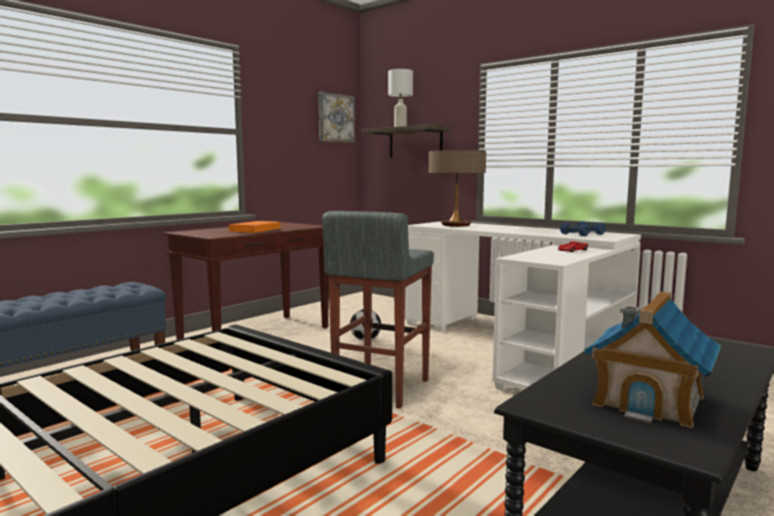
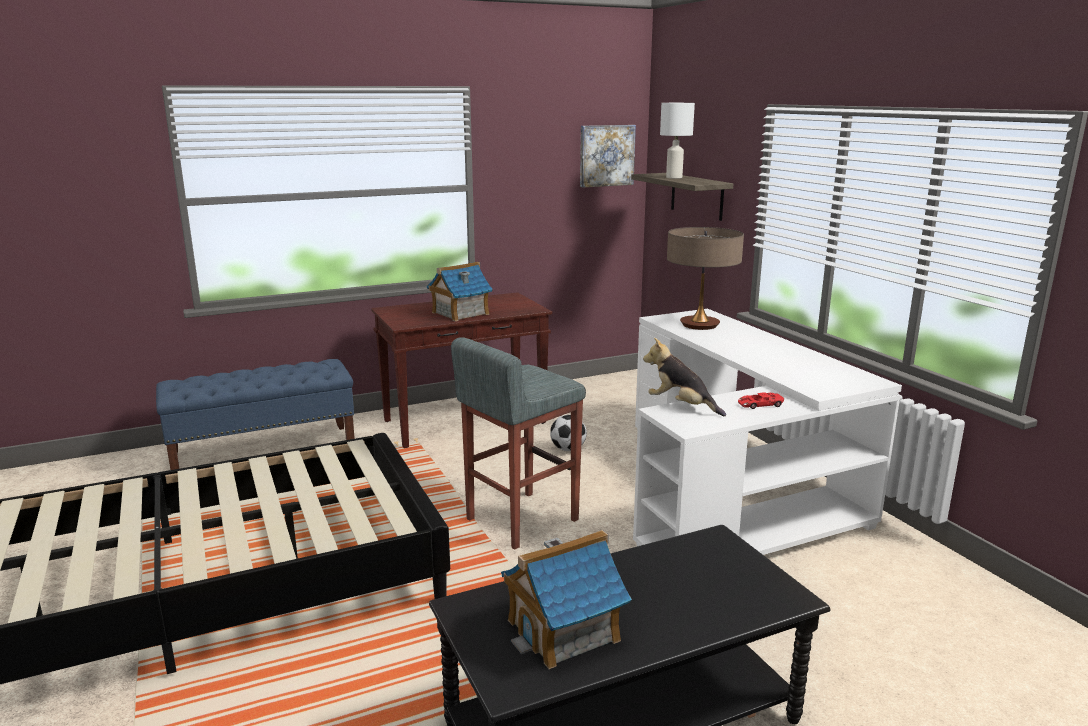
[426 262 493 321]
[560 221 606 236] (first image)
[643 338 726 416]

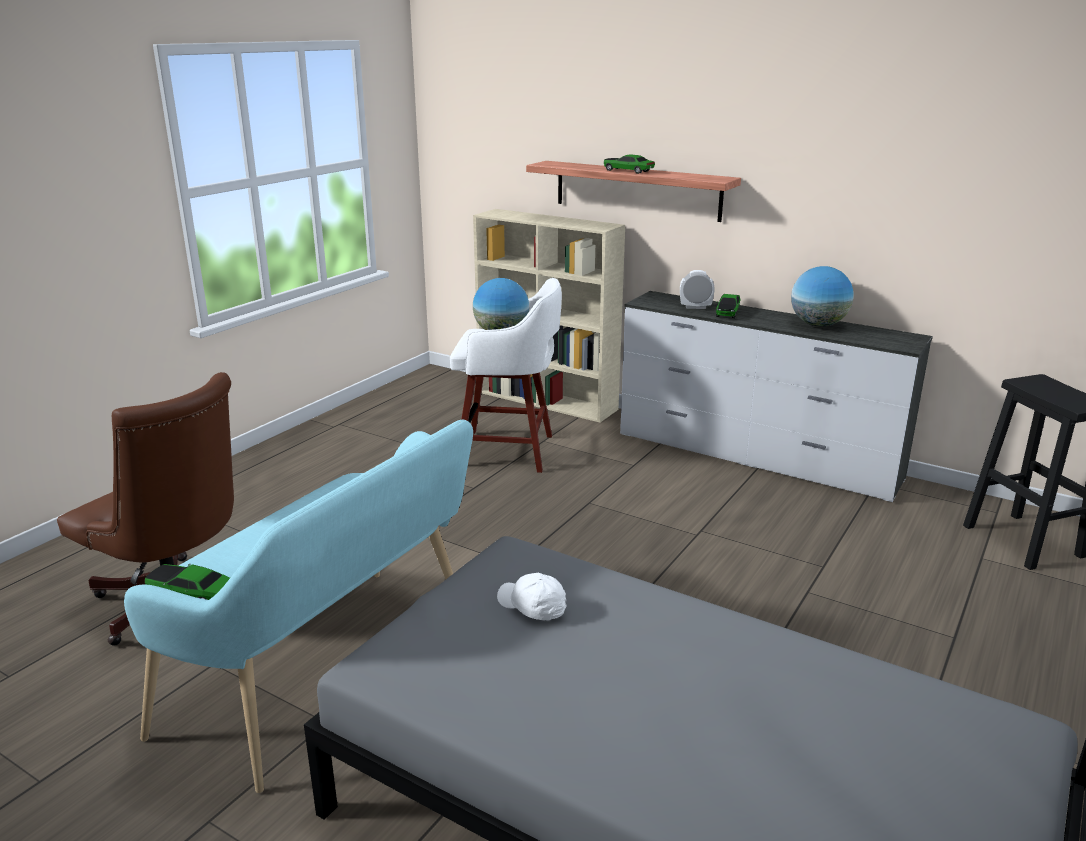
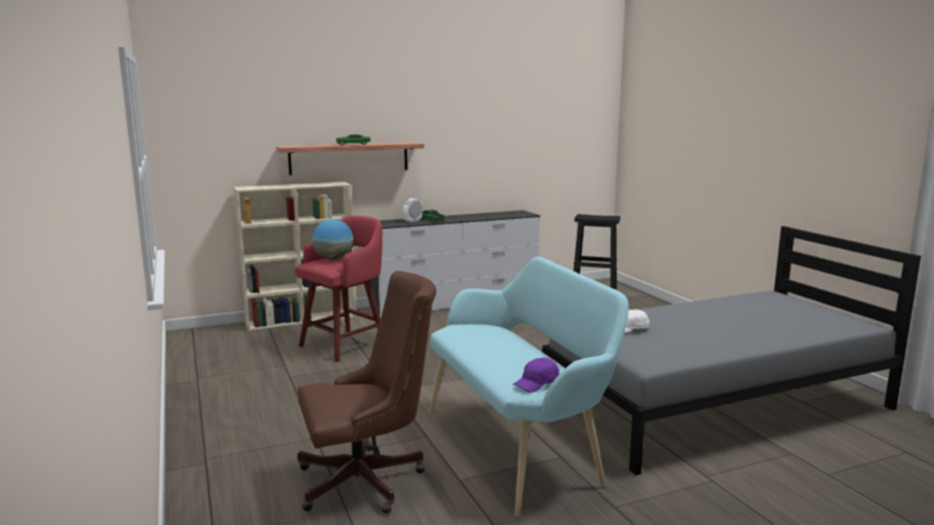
[791 266 854 327] (first image)
[295 216 382 362]
[513 358 560 393]

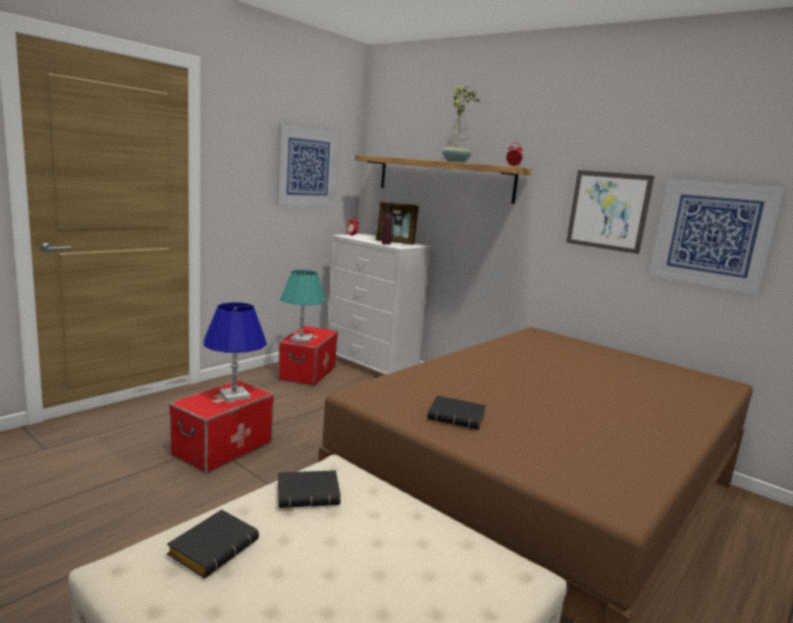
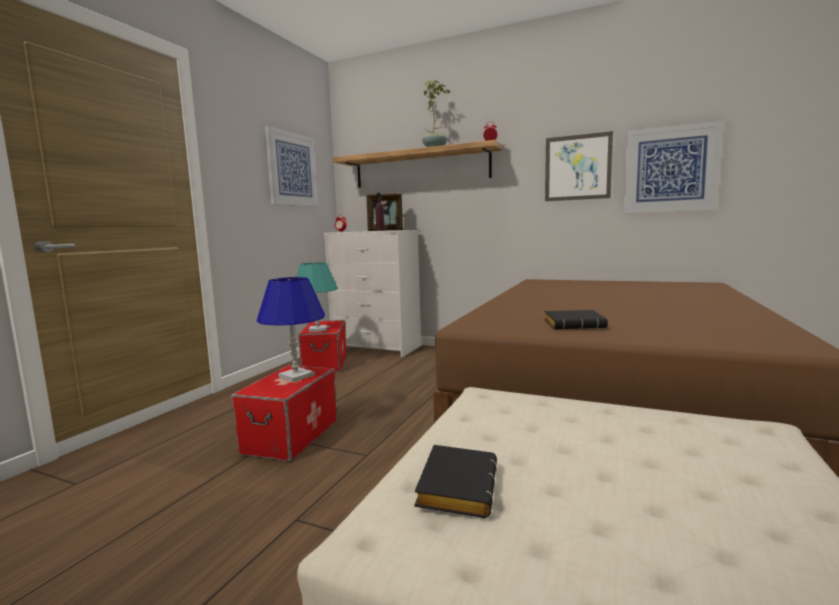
[278 470 341 508] (first image)

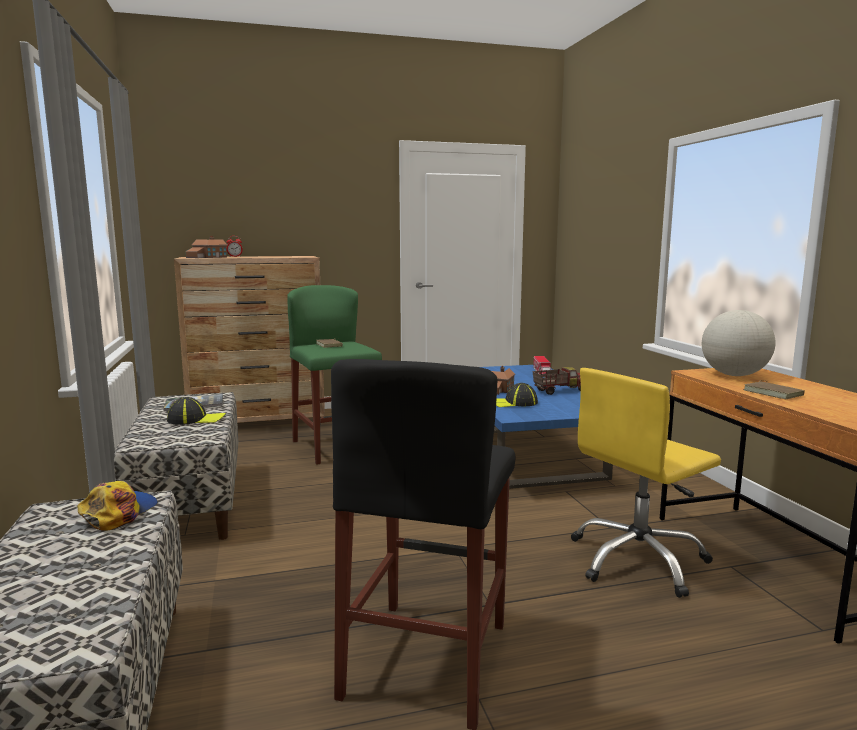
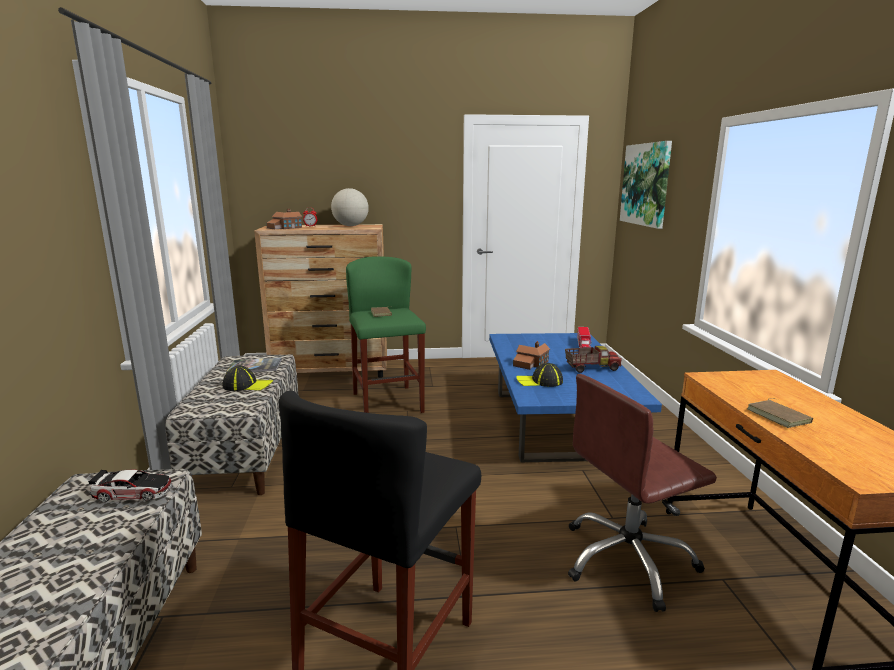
[331 188 369 226]
[568 374 717 612]
[88 470 172 502]
[620 141 672 229]

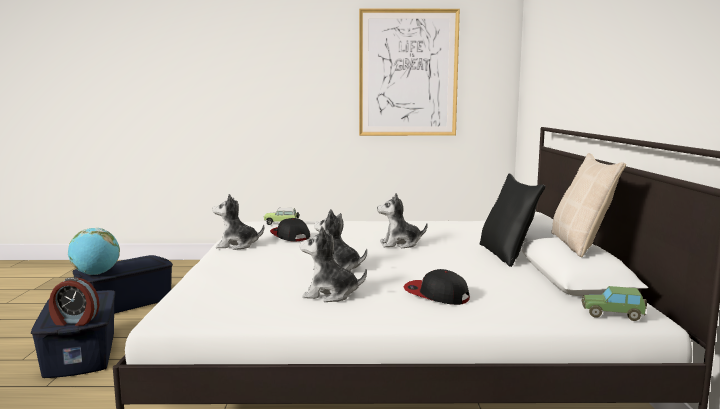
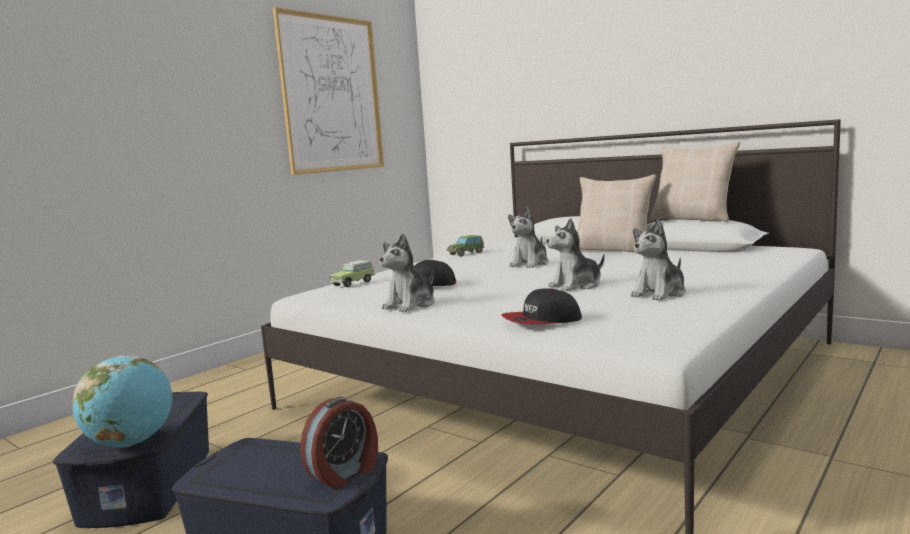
[577 174 656 252]
[501 288 582 325]
[447 235 484 256]

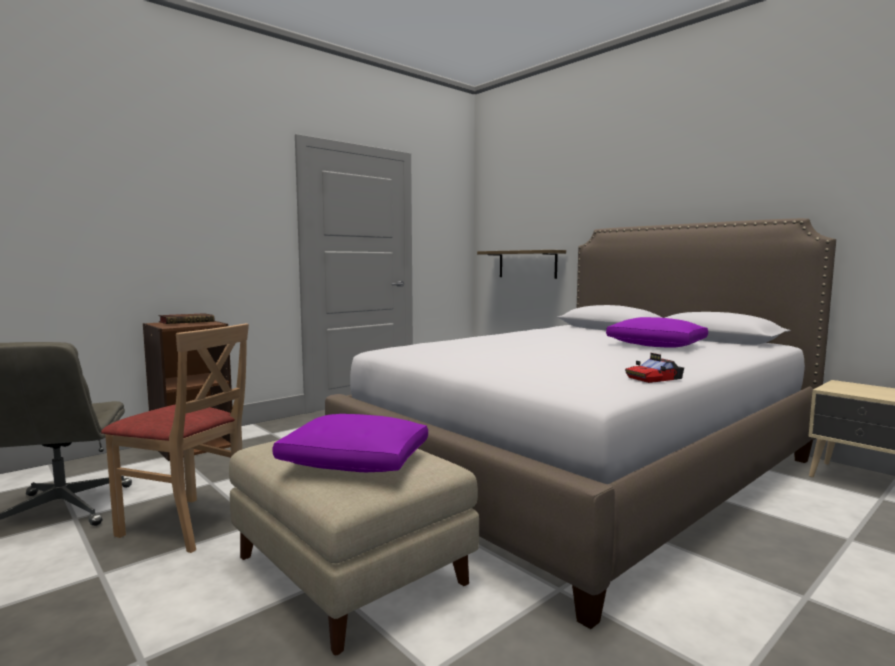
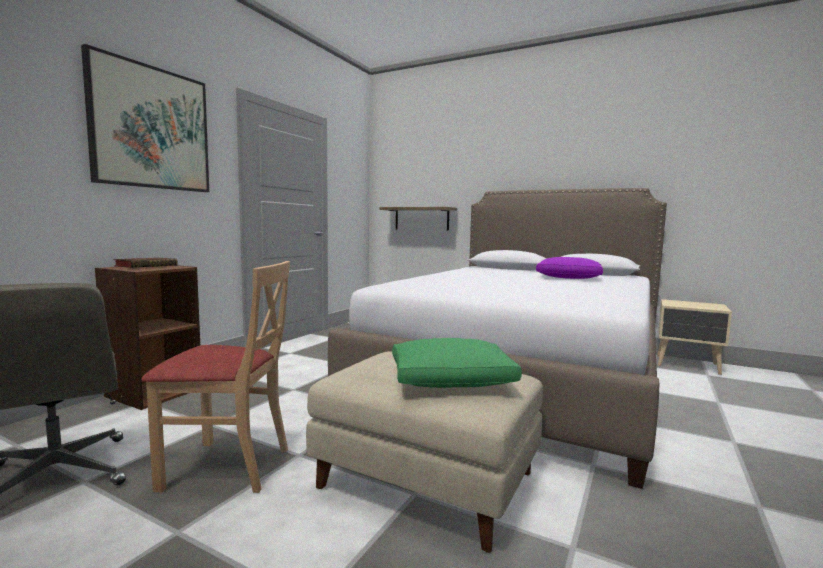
[625 353 684 383] (first image)
[392 338 522 388]
[81 44 209 192]

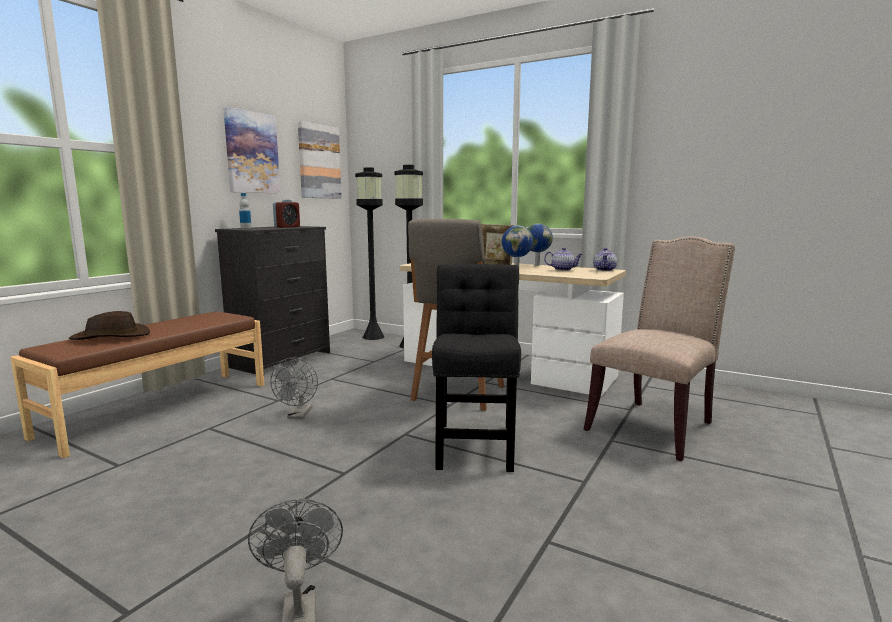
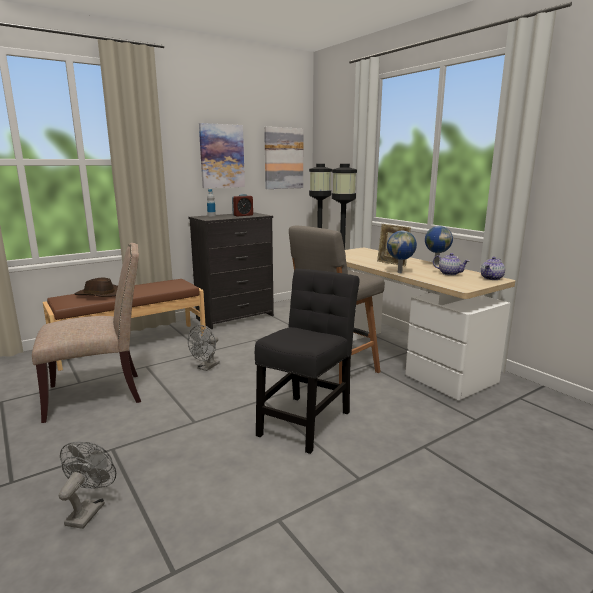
[32 243 141 423]

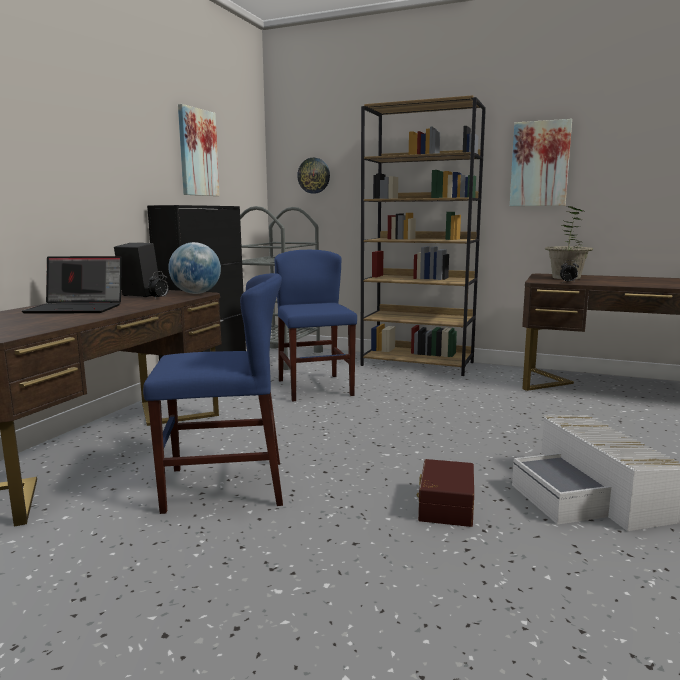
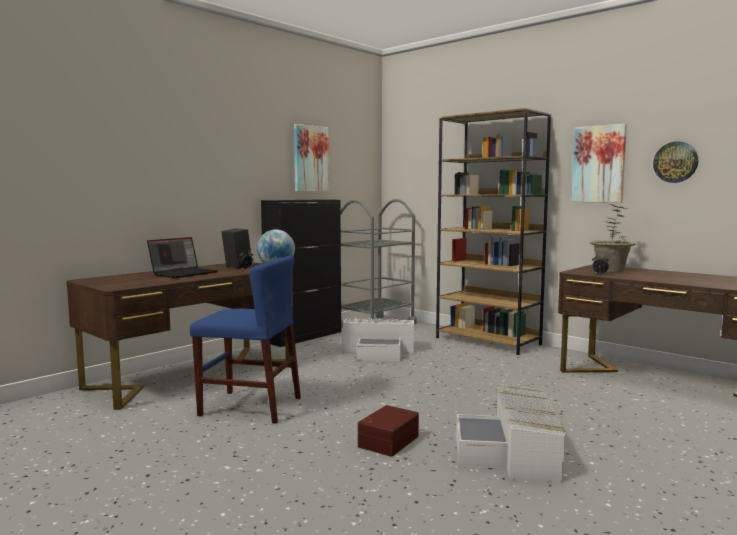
[653 141 698 183]
[343 317 414 361]
[147 237 219 278]

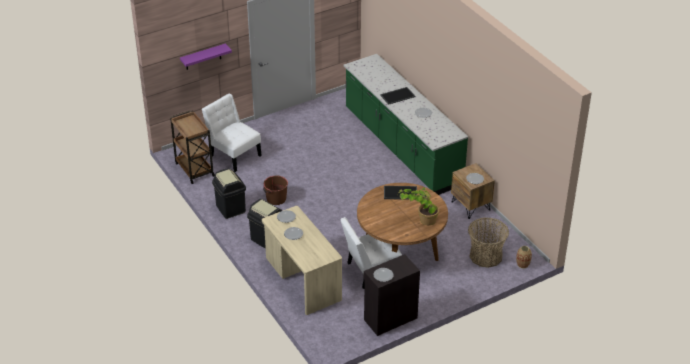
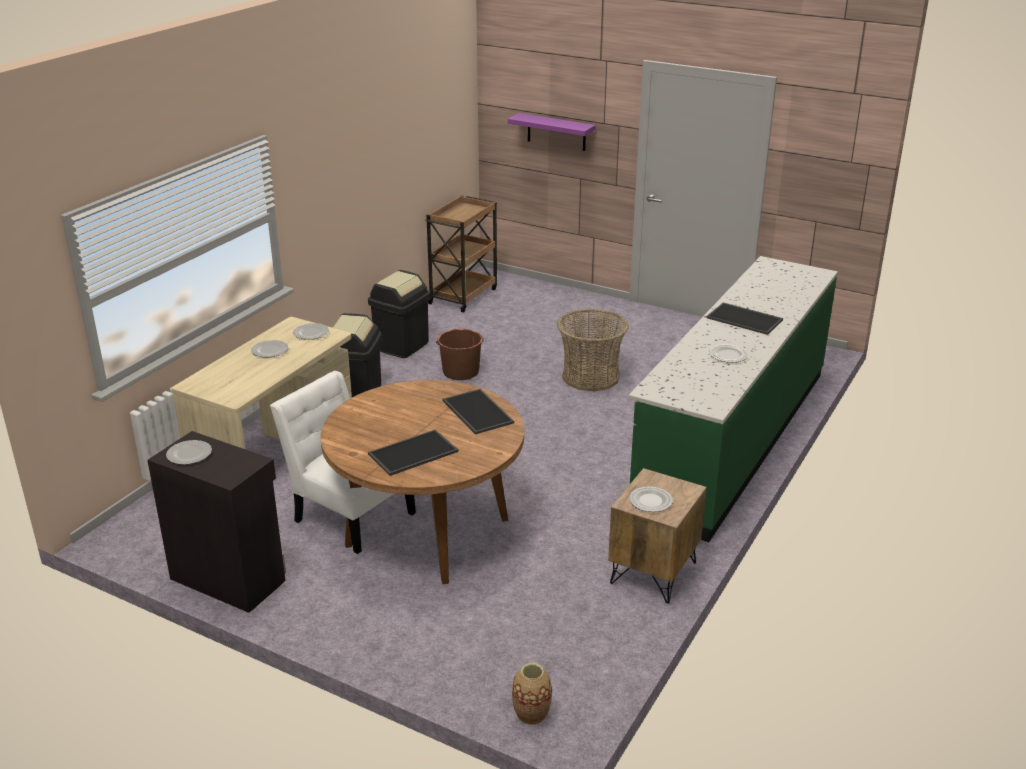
[202 94 262 172] (first image)
[368 430 459 476]
[557 309 629 391]

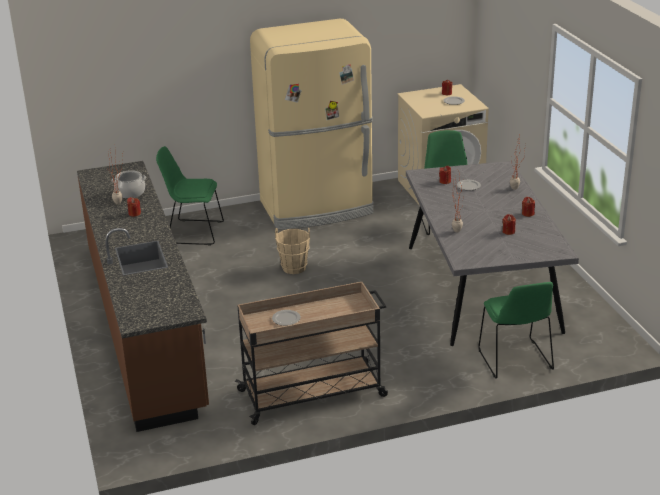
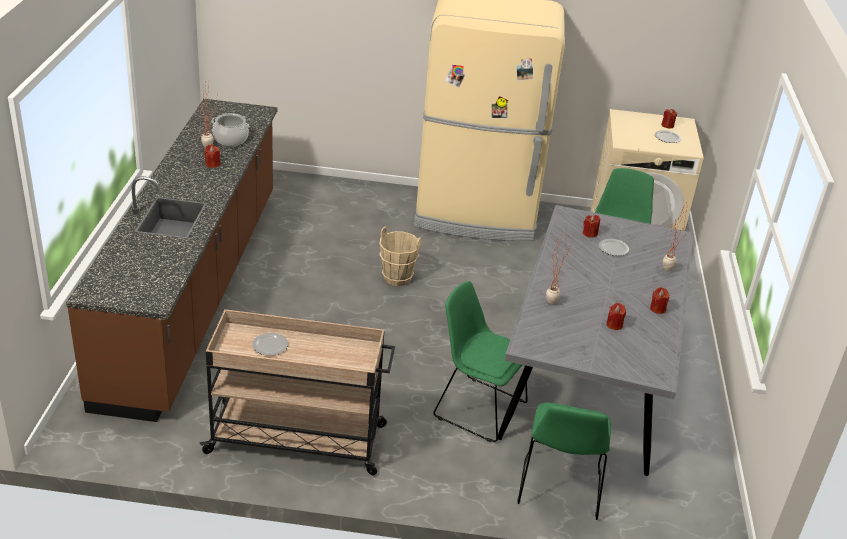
[433 281 528 442]

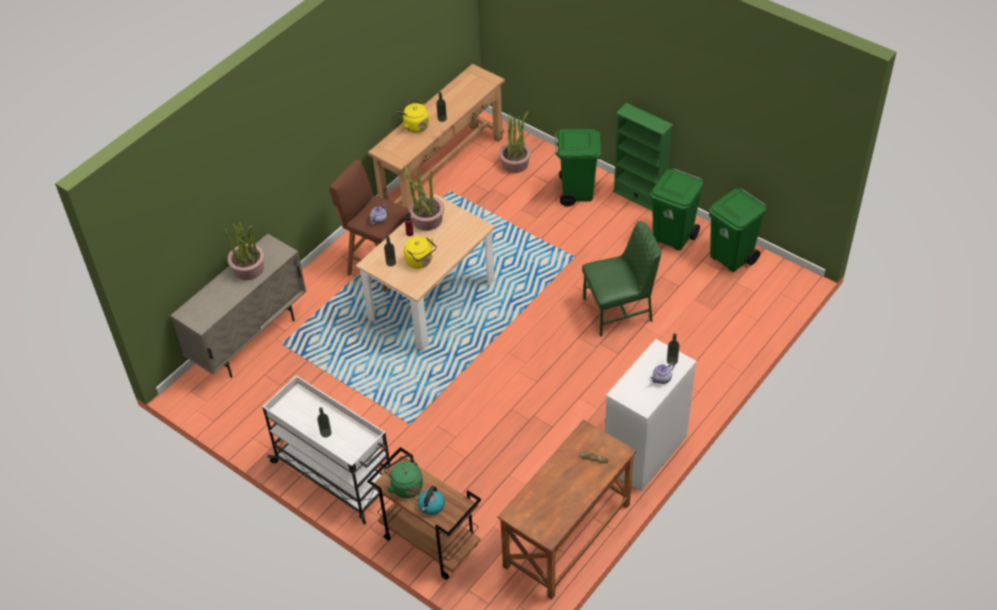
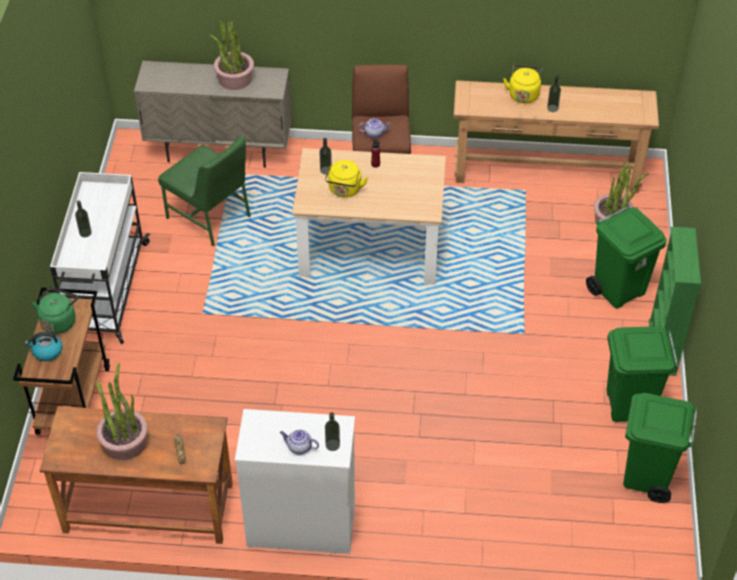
[96 363 148 460]
[158 135 251 247]

